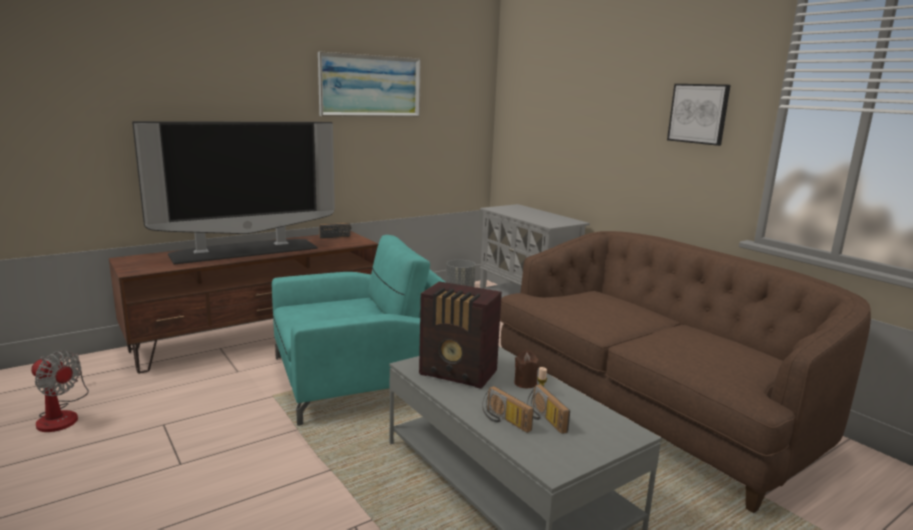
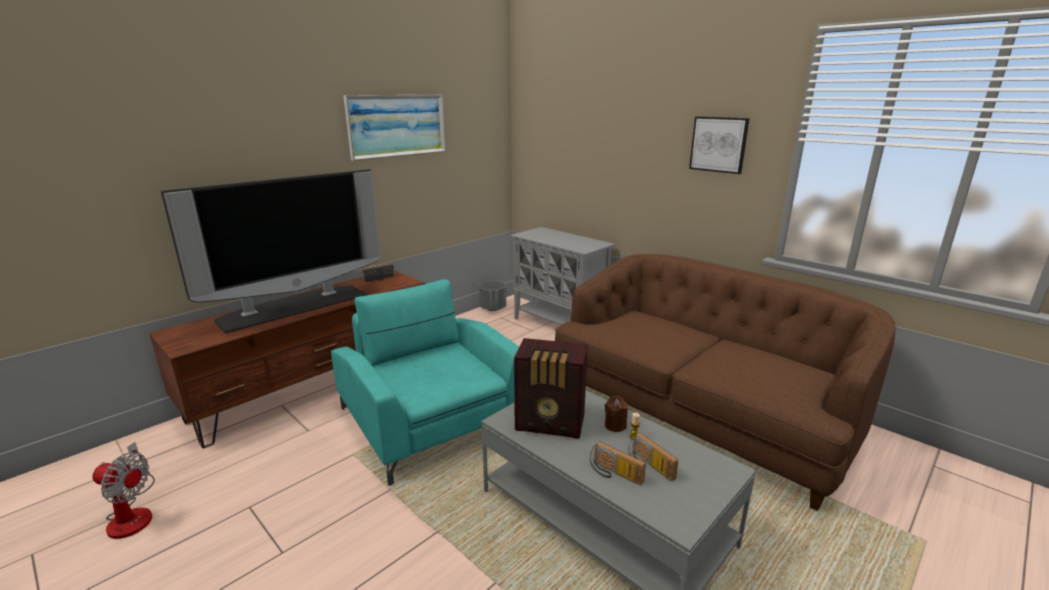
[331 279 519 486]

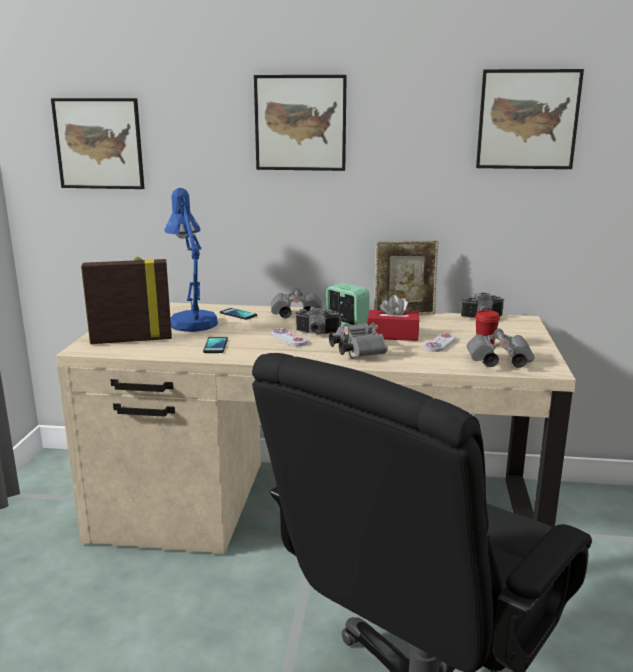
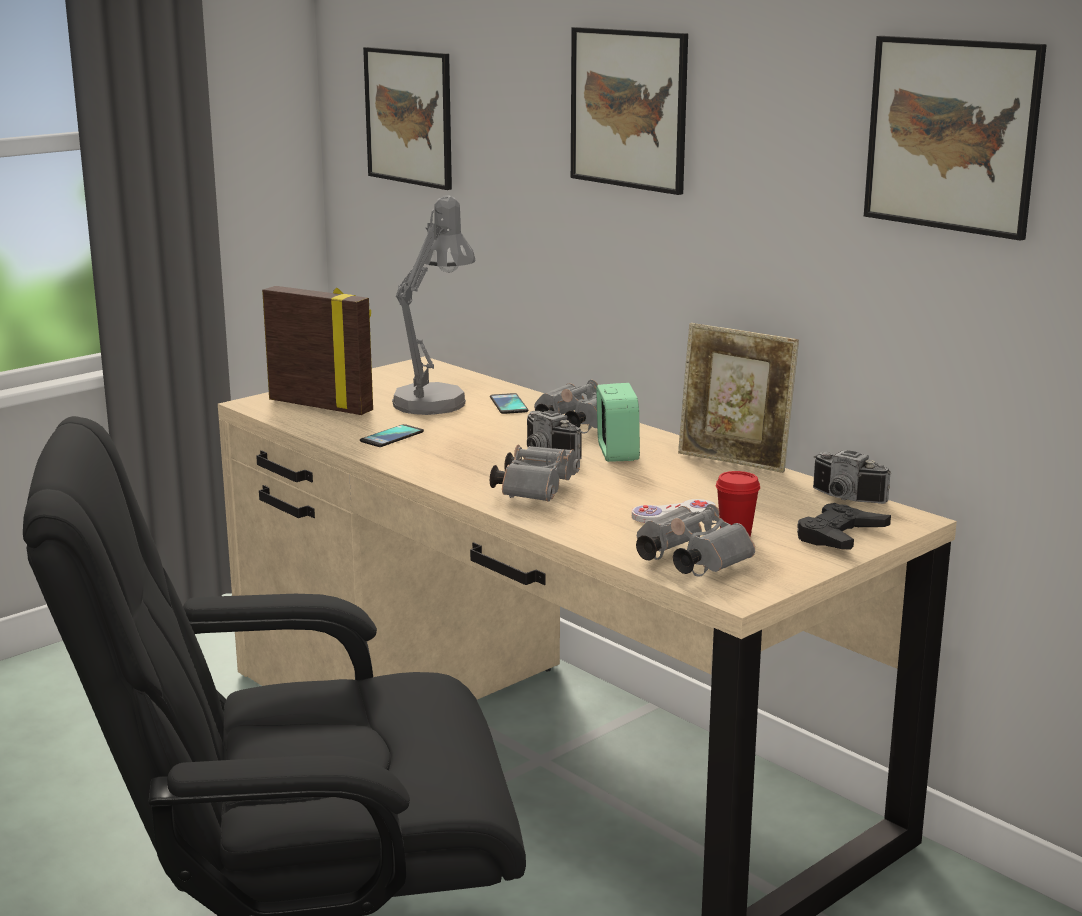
[392 195 475 415]
[367 294 419 341] (first image)
[272 329 308 346] (first image)
[797 503 891 550]

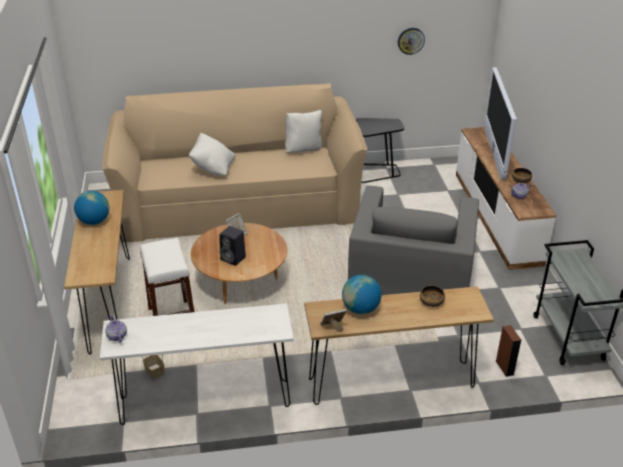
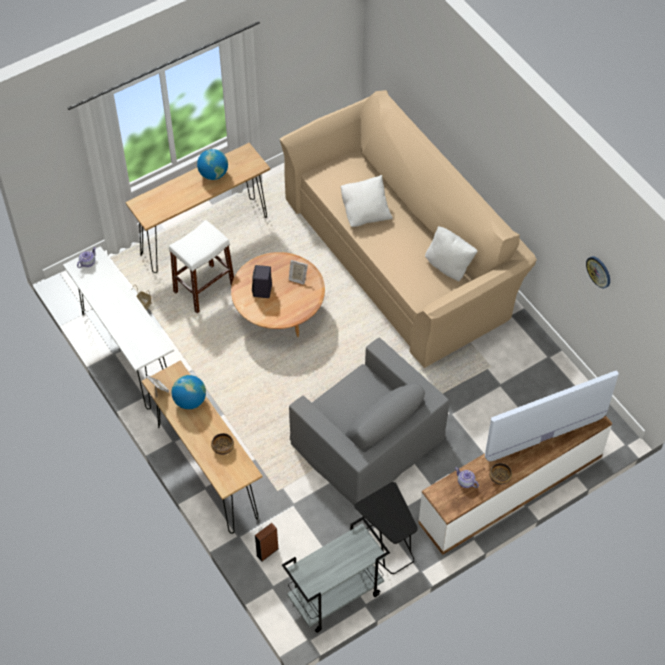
[354 482 418 574]
[289 338 449 506]

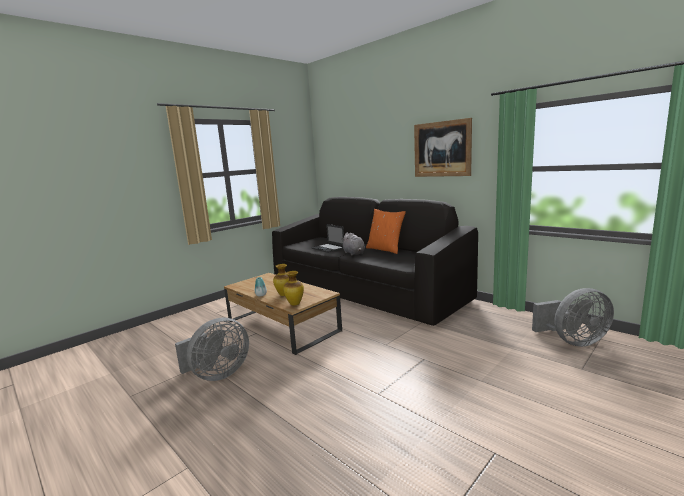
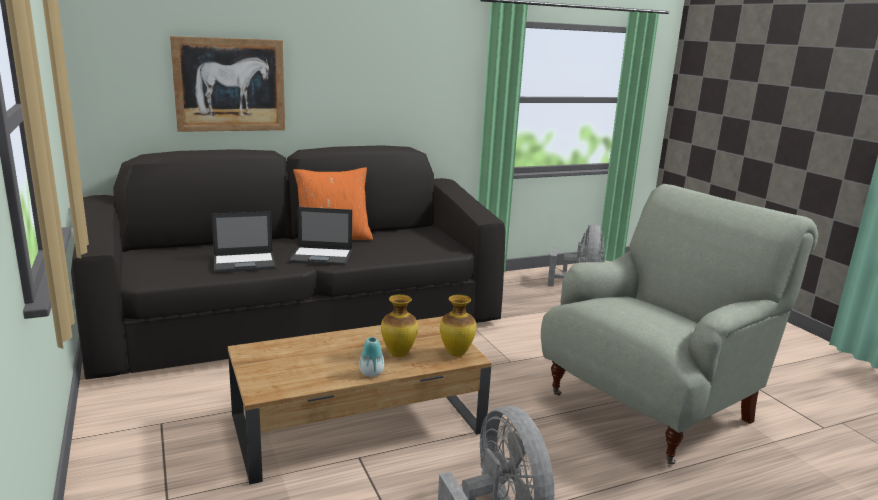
[170 36 285 132]
[289 207 352 266]
[541 184 818 465]

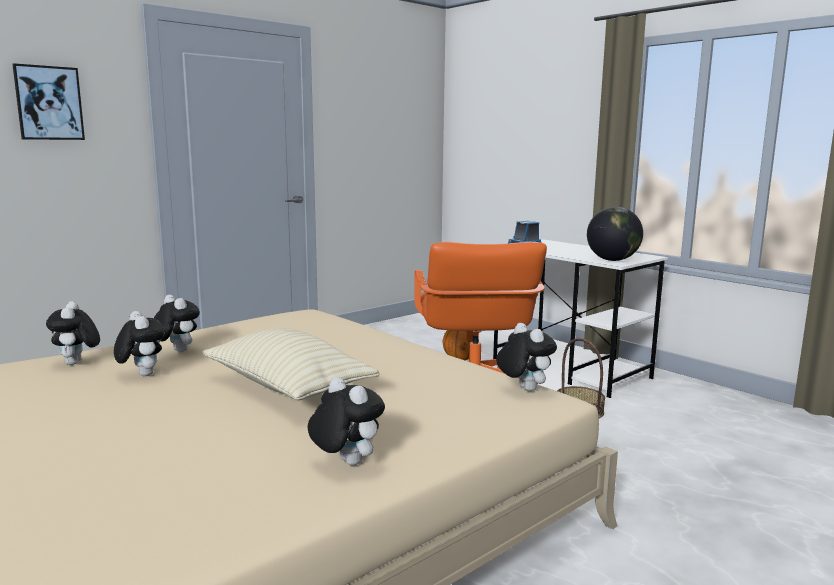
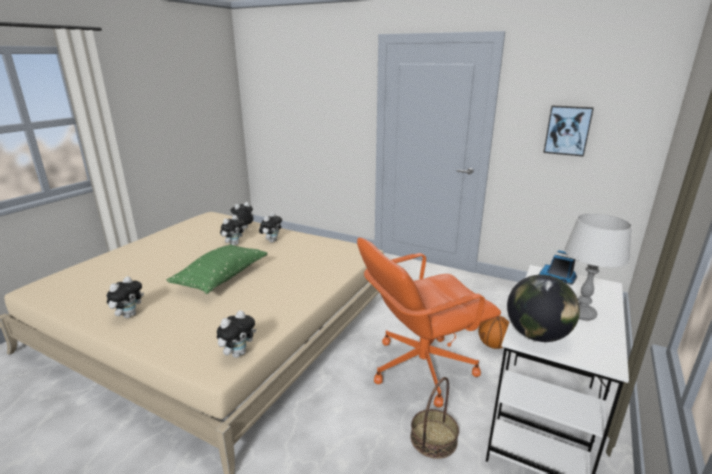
[543 105 594 157]
[167 244 268 294]
[564 213 632 321]

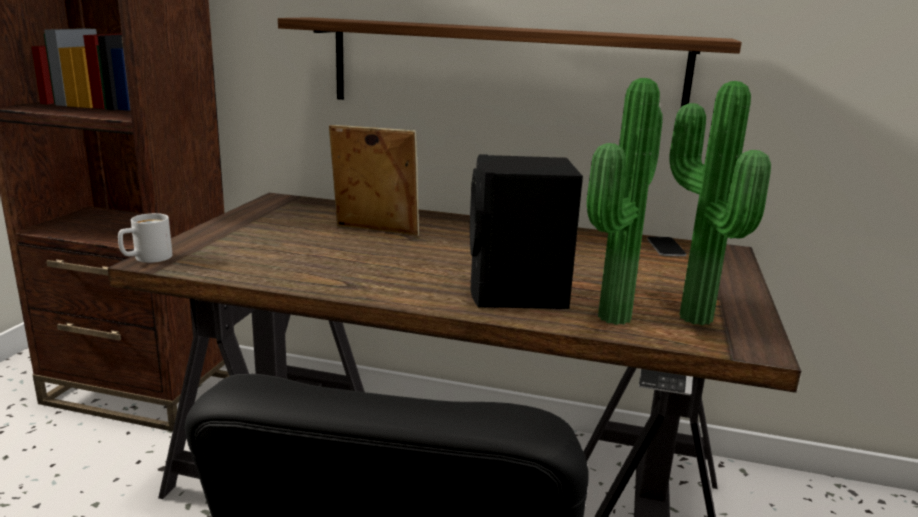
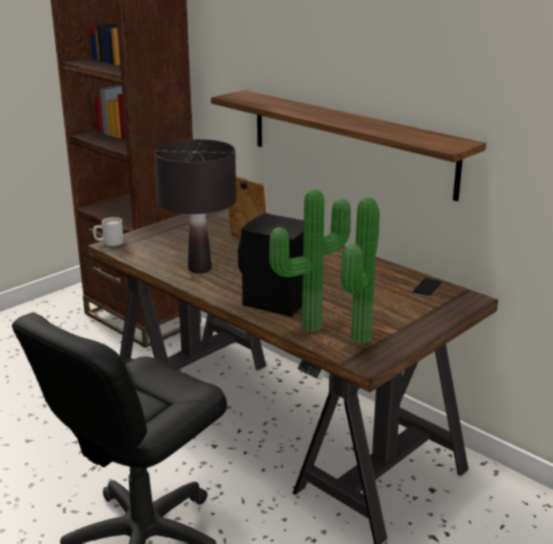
[154 139 236 273]

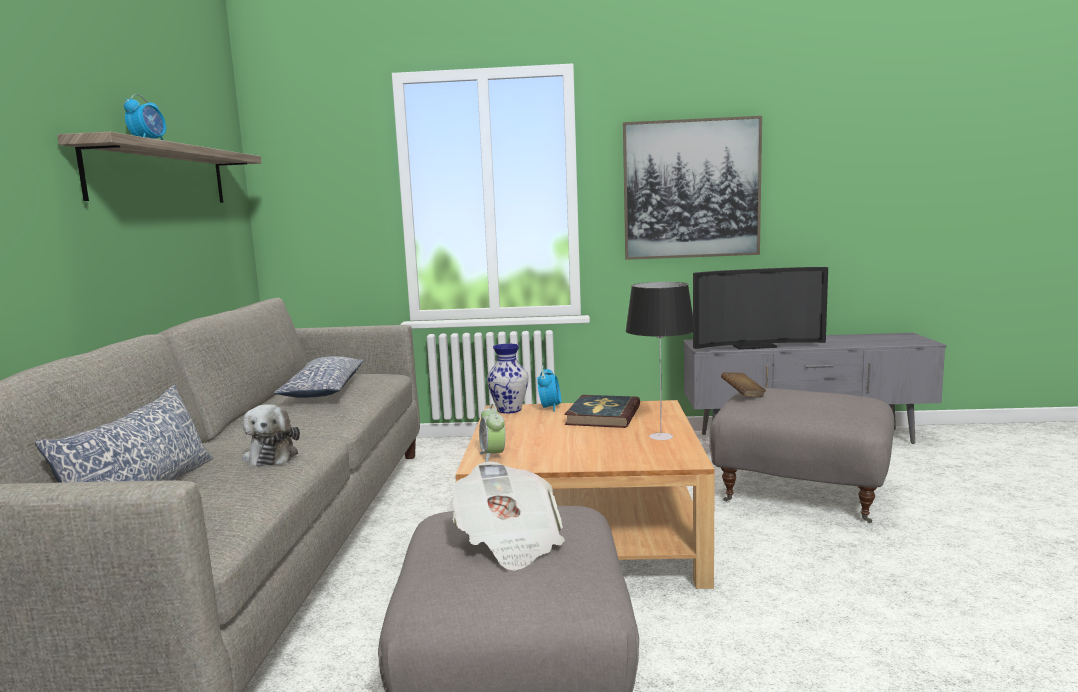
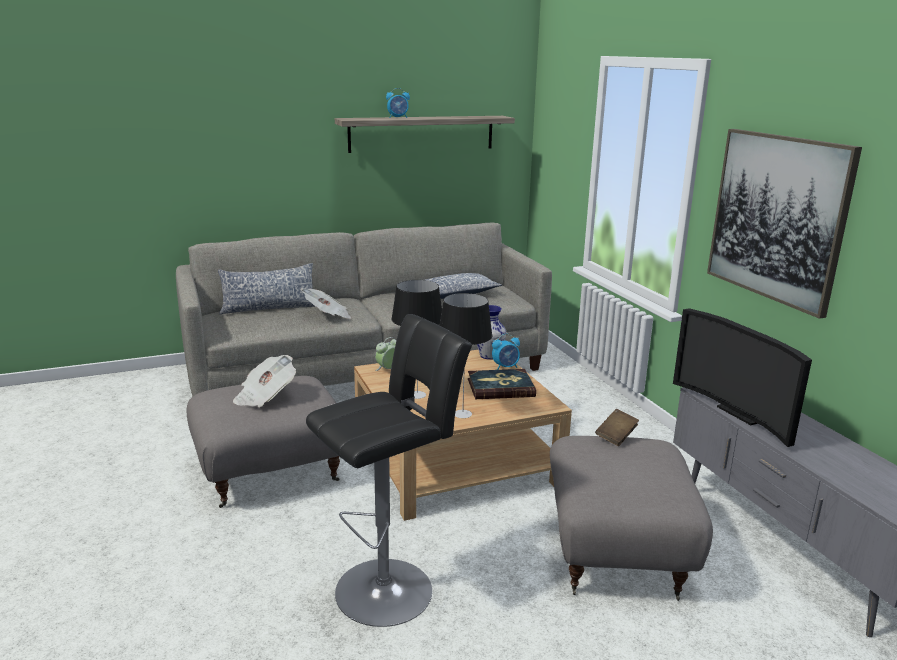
[301 288 351 319]
[391 280 442 399]
[306 314 472 627]

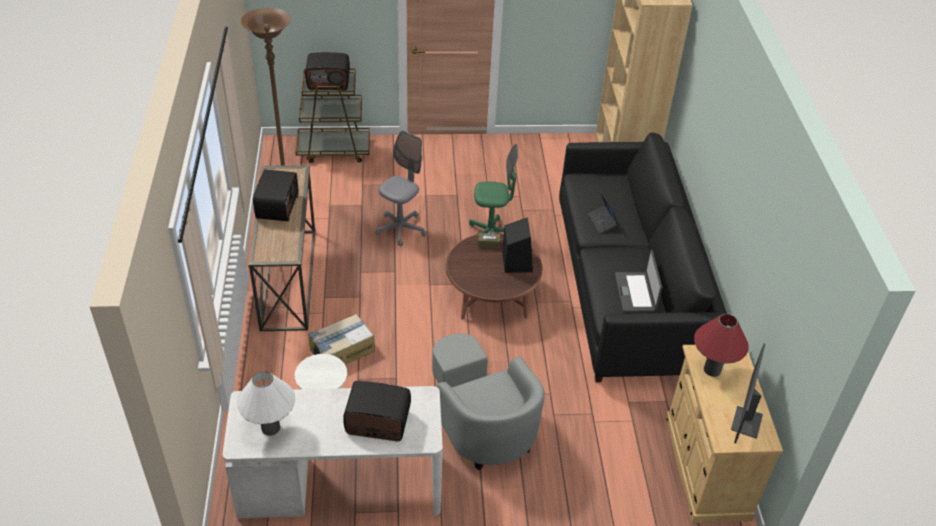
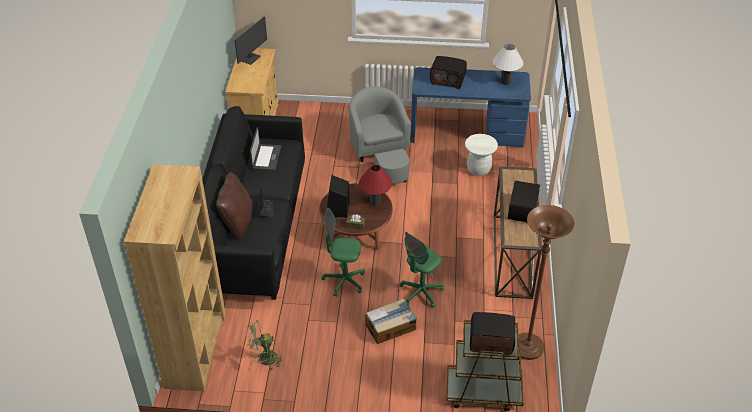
[400 232 444 308]
[365 298 417 344]
[359 165 392 206]
[411 67 531 147]
[216 172 253 239]
[246 320 284 371]

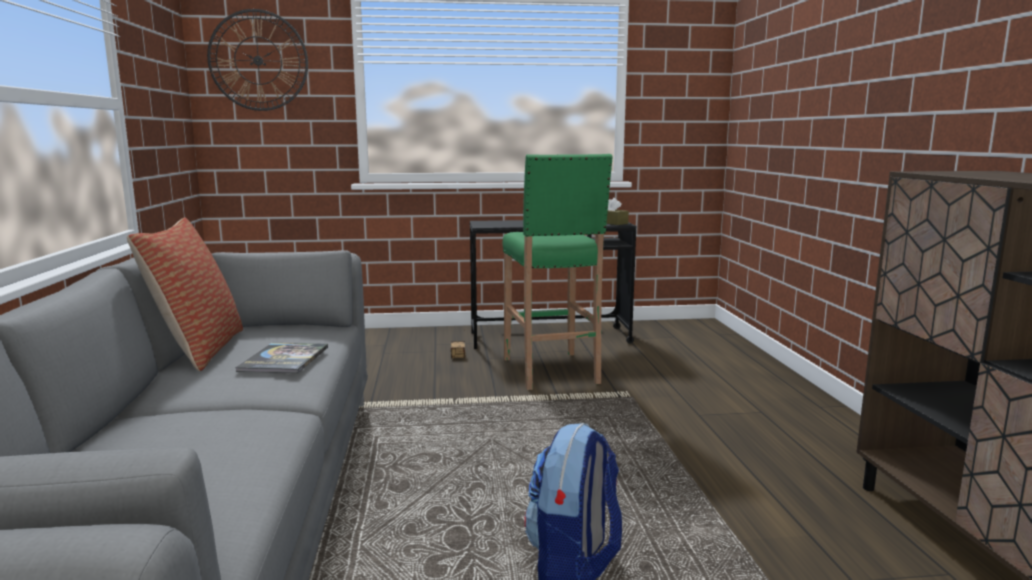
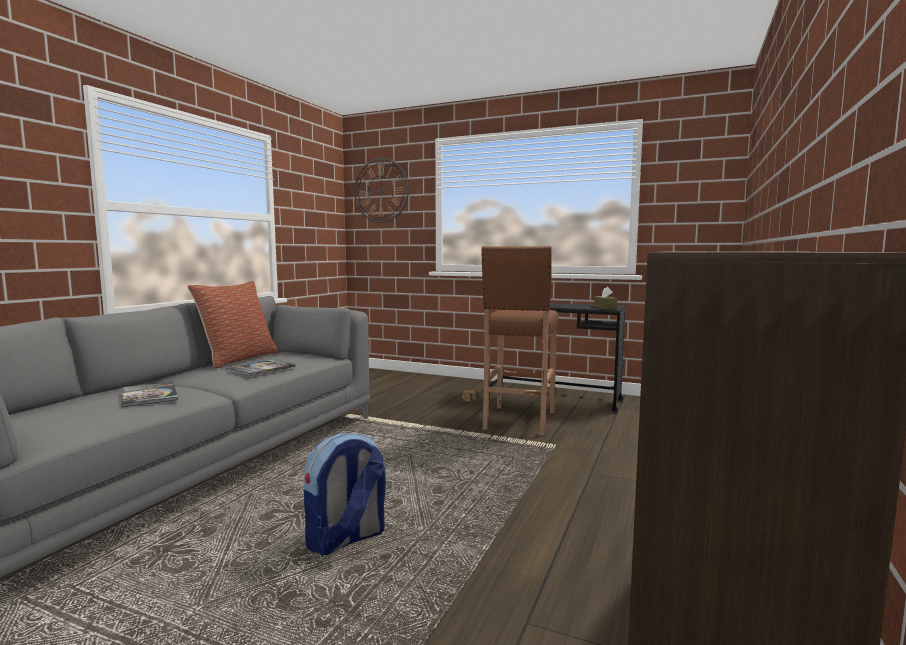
[481 246 559 436]
[121 381 178 407]

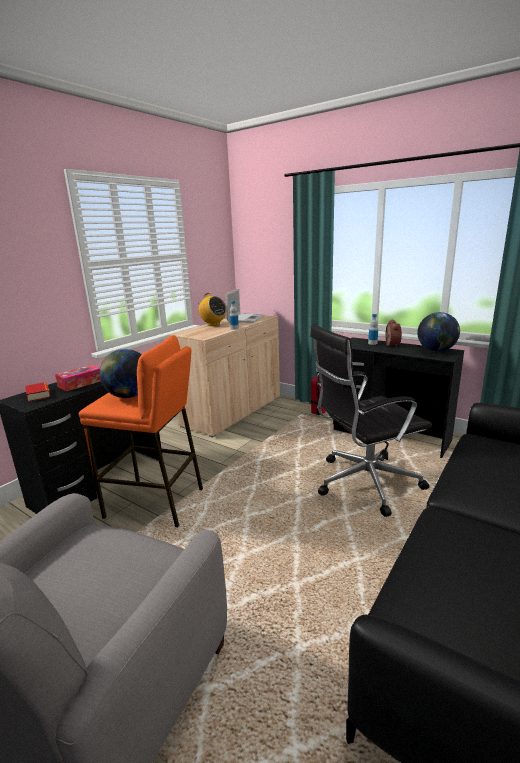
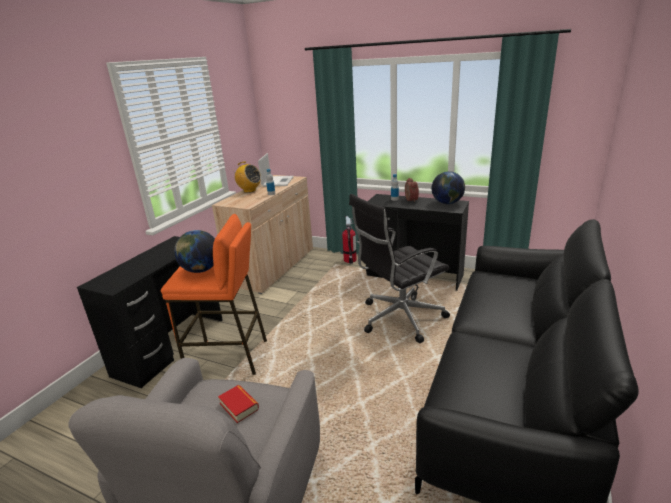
[55 365 101 391] (first image)
[218 385 259 423]

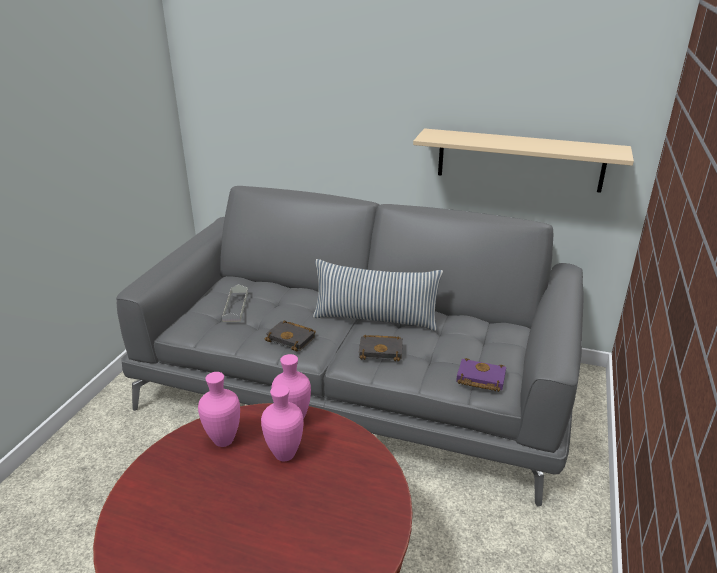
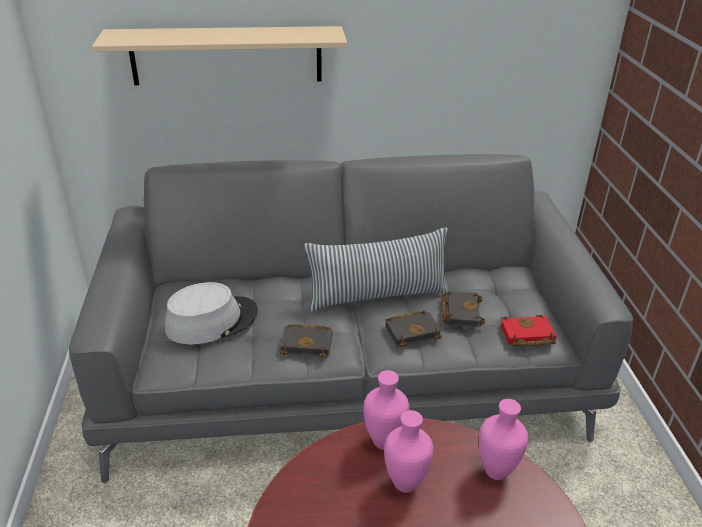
[92 26 347 85]
[165 282 258 345]
[500 315 557 347]
[479 399 528 480]
[441 291 485 327]

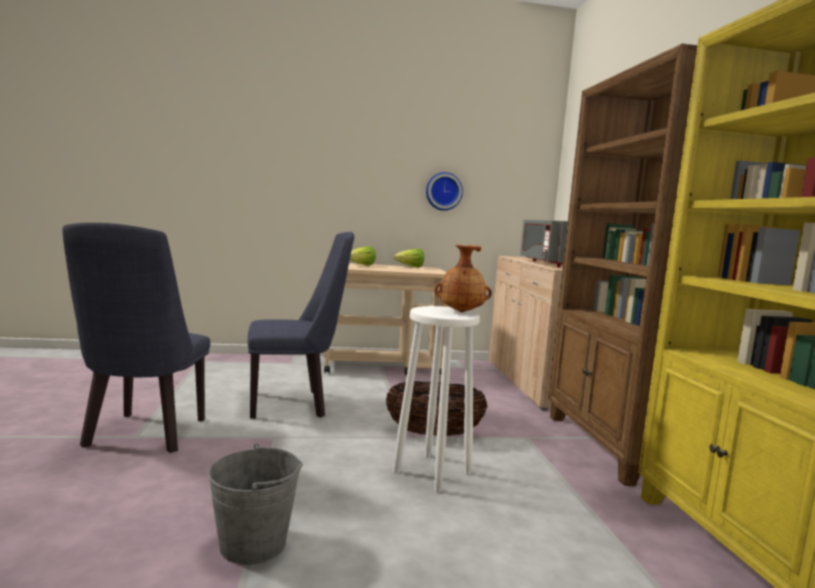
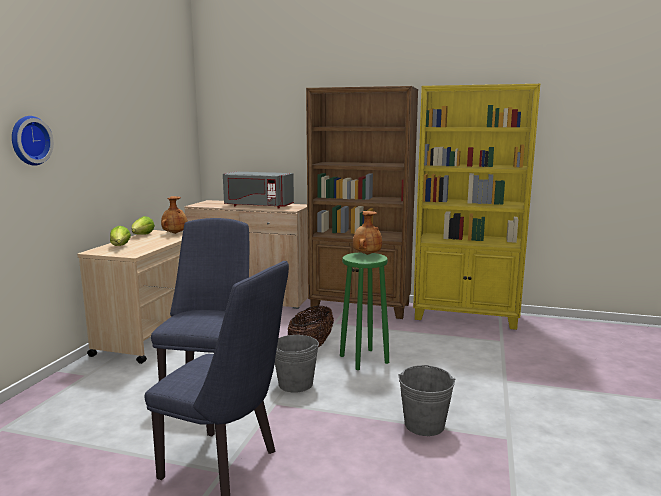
[12 116 54 166]
[340 252 389 370]
[161 196 188 234]
[275 335 319 393]

